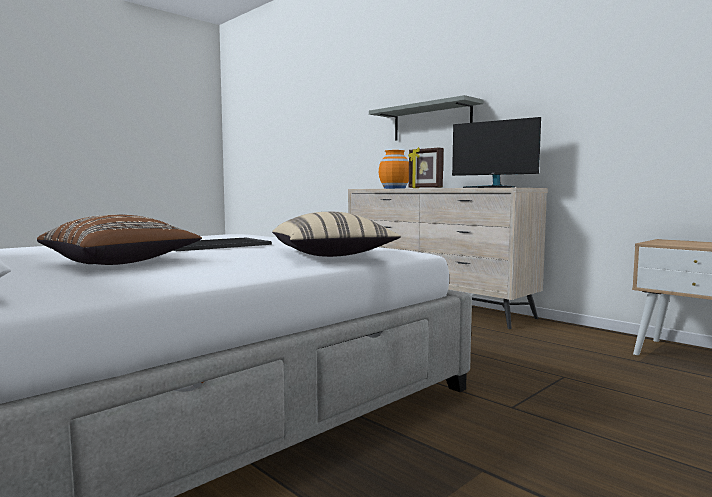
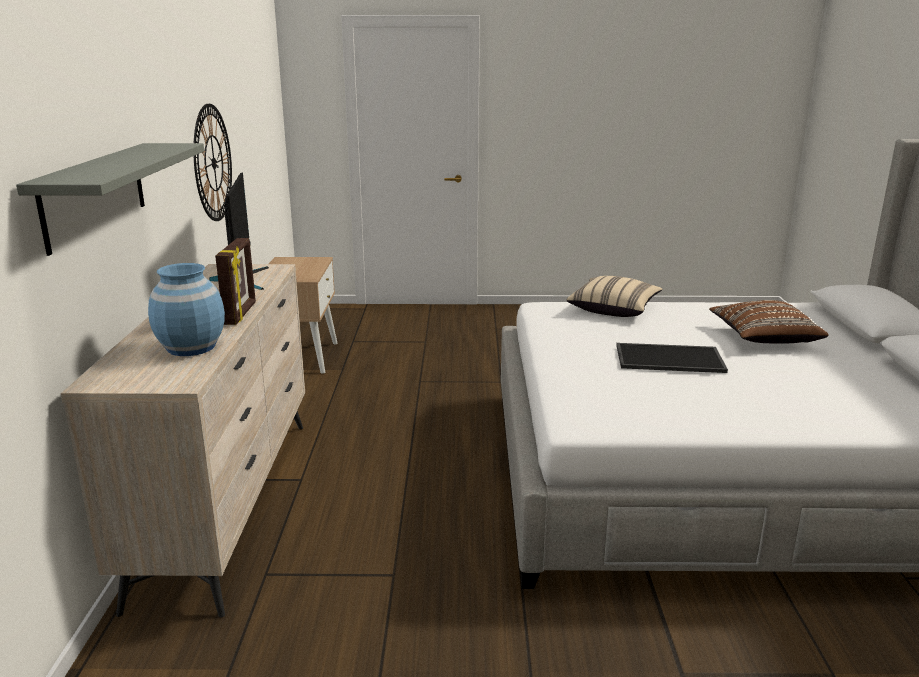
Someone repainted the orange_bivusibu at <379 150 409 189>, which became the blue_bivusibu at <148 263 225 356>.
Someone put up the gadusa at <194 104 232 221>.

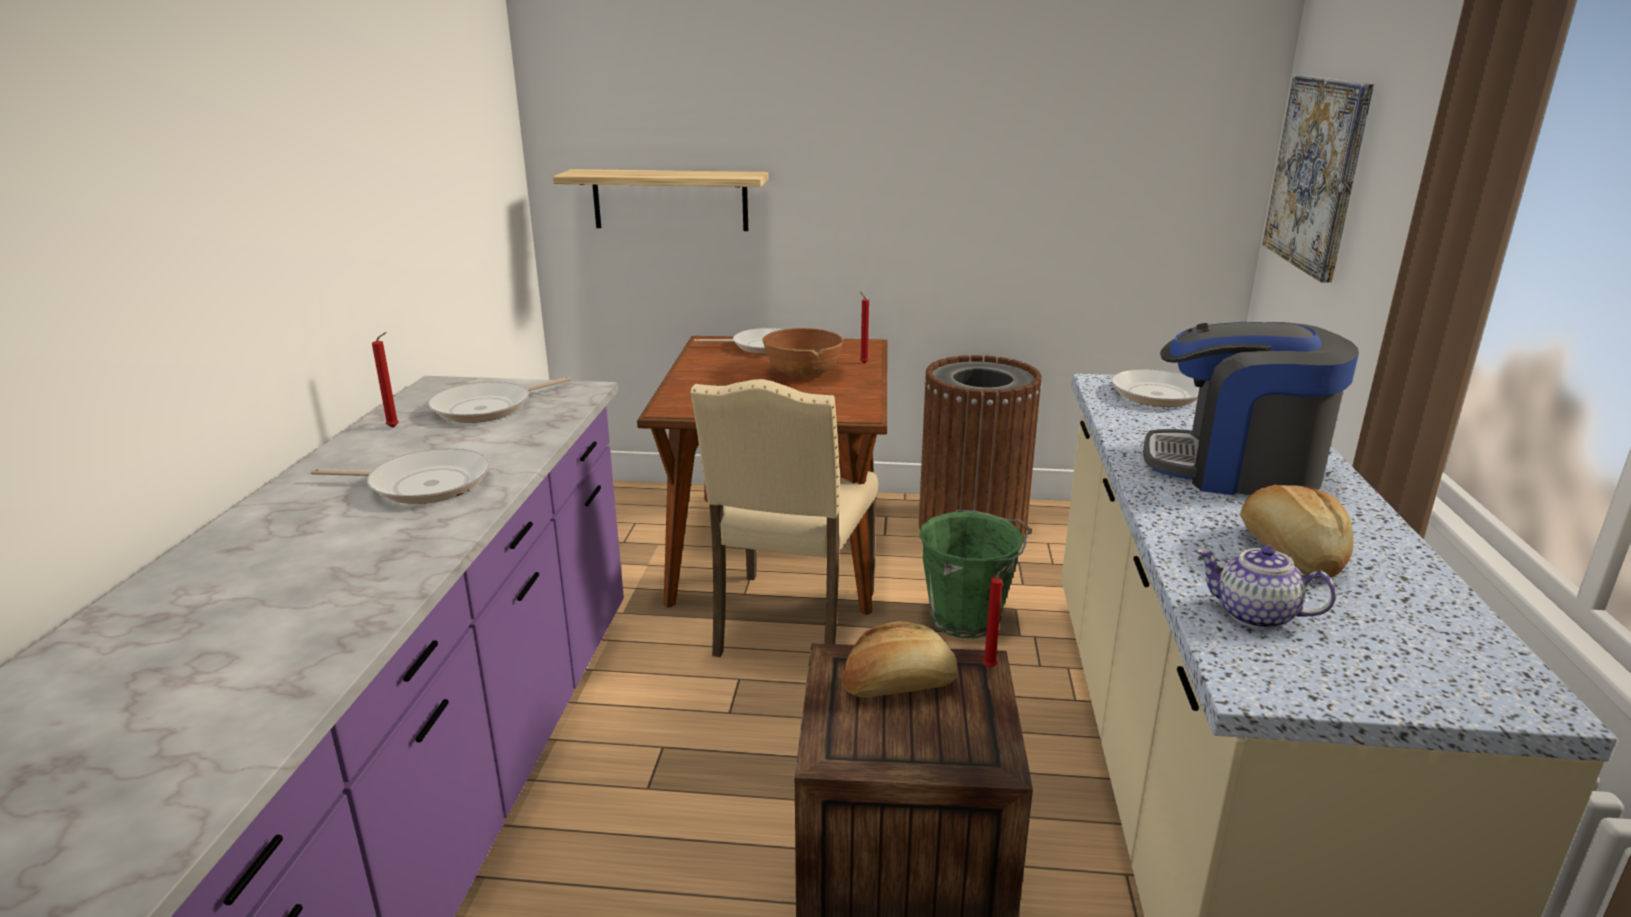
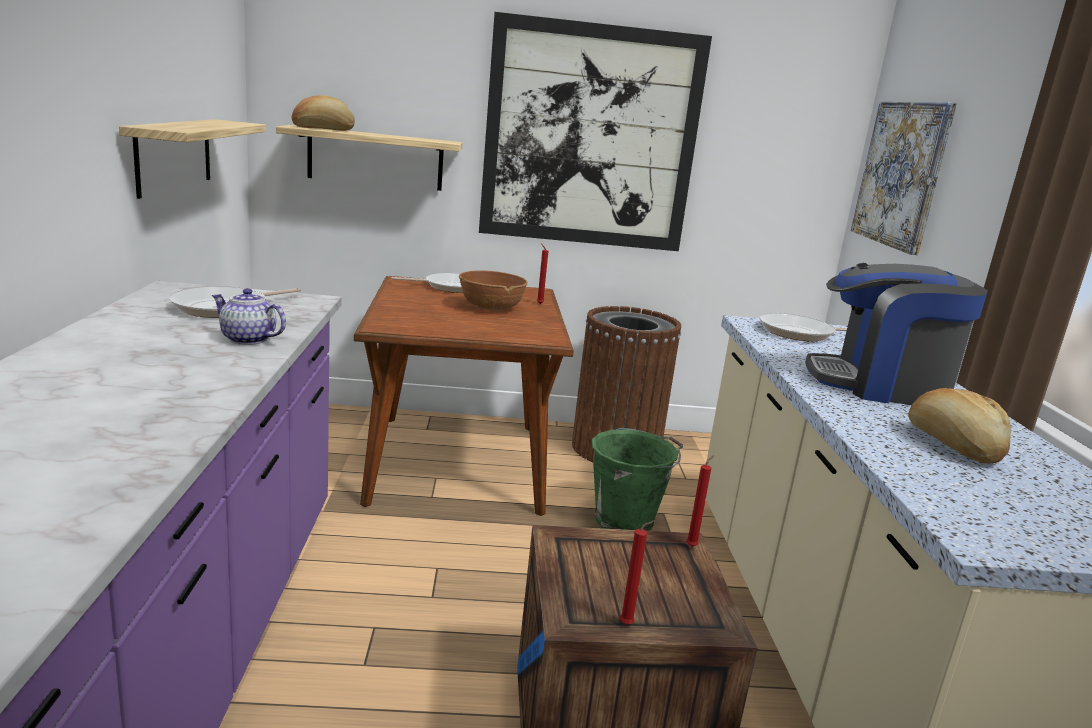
Someone put up the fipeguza at <119 119 266 199>.
Someone carried the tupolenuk from <1196 545 1336 629> to <212 288 286 345>.
Someone carried the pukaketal from <842 621 957 697> to <292 95 355 131>.
Someone put up the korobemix at <479 12 712 251>.
Someone carried the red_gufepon from <372 332 399 428> to <620 520 655 625>.
Someone took away the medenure at <310 448 490 504>.
Someone took away the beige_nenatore at <690 379 878 657>.

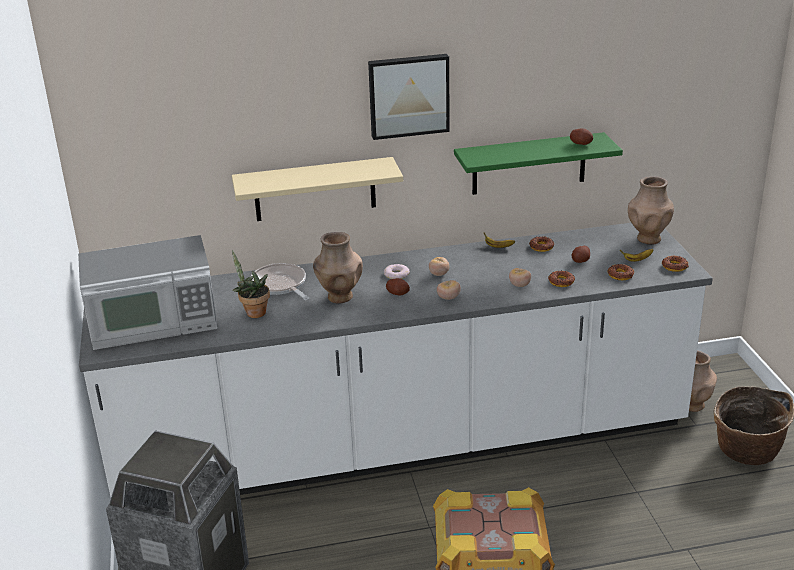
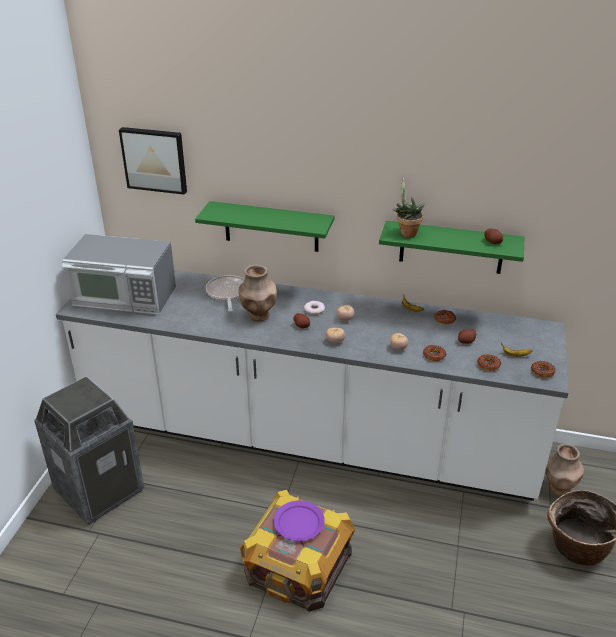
Someone carried the korobemix from <368 54 450 140> to <119 127 187 195>.
Someone repainted the beige_fipeguza at <232 157 403 221>, which became the green_fipeguza at <195 201 334 252>.
Someone put down the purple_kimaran at <273 500 325 541>.
Someone carried the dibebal from <232 250 270 318> to <392 178 425 237>.
Someone took away the brown_bivusibu at <628 176 674 245>.

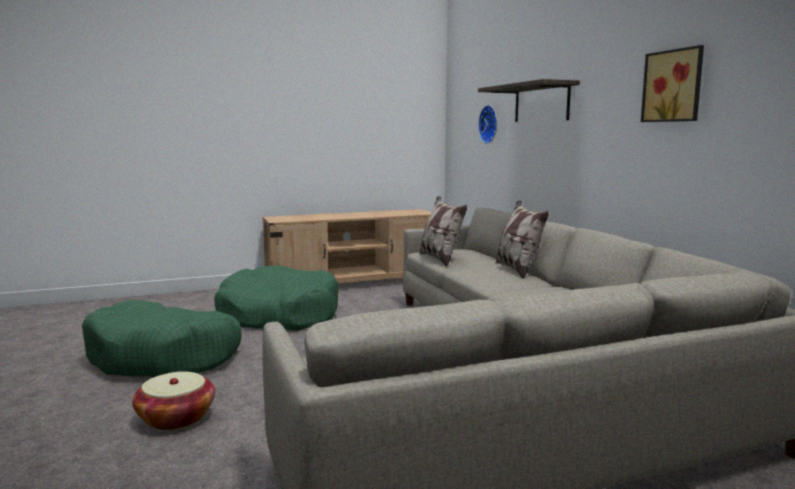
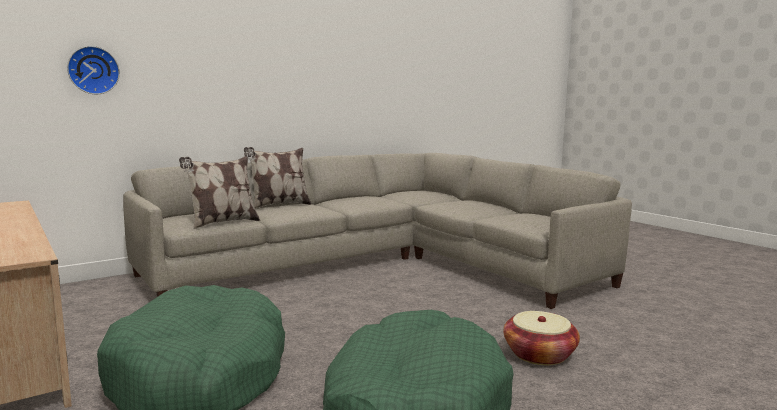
Someone took away the fipeguza at <478 79 580 122>.
Someone took away the korobemix at <641 45 704 122>.

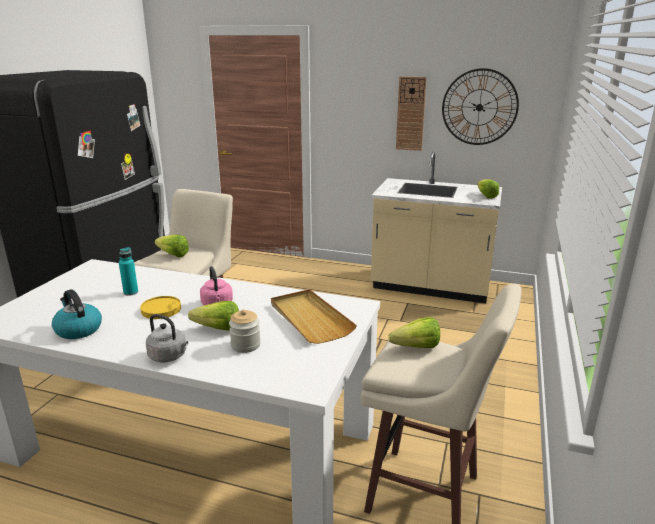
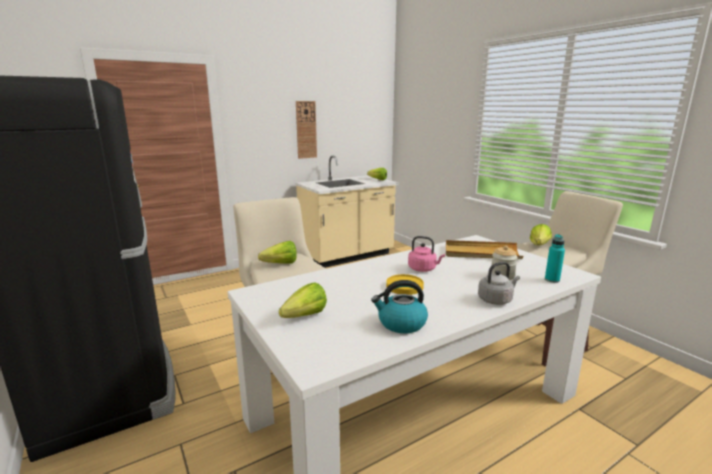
Someone carried the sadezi from <188 301 239 331> to <279 282 327 318>.
Someone carried the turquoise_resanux from <119 247 138 296> to <545 234 565 283>.
Someone took away the gadusa at <442 68 519 145>.

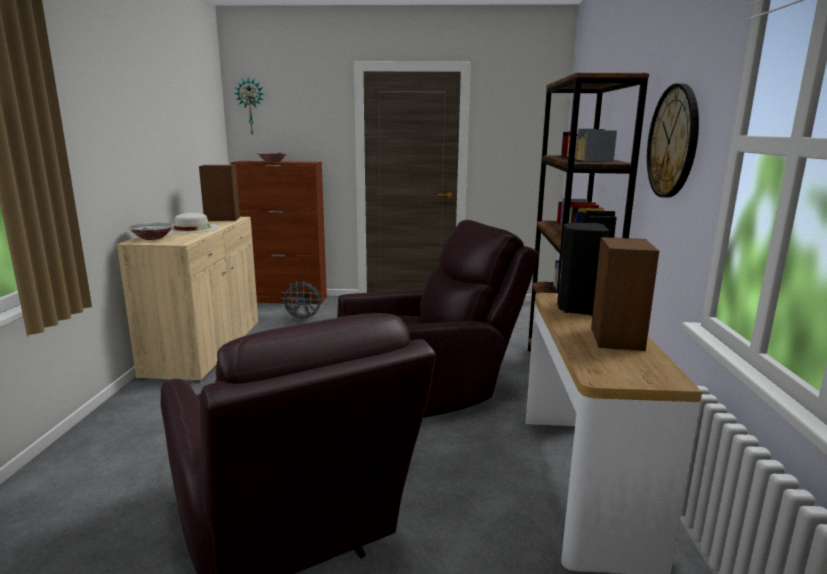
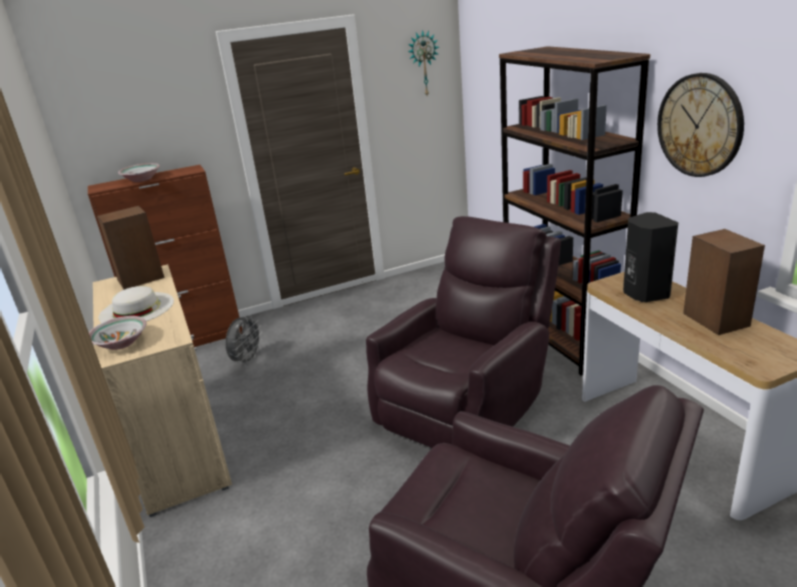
Someone rotated the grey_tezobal at <280 281 322 321> by 45 degrees counterclockwise.
Someone carried the gadusa from <234 77 264 135> to <408 30 439 95>.

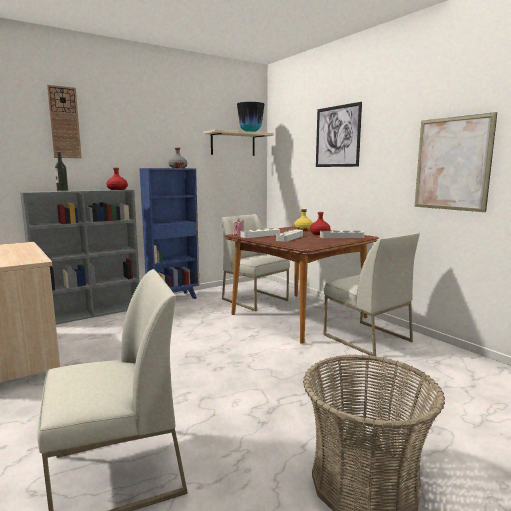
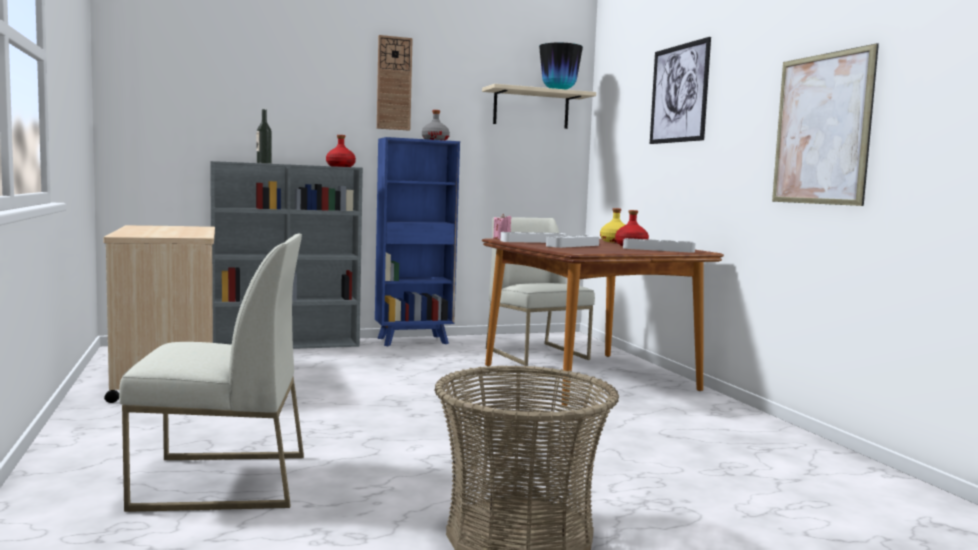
Someone carried the gadusa from <47 85 82 158> to <377 35 413 131>.
Someone took away the white_nenatore at <323 233 420 356>.

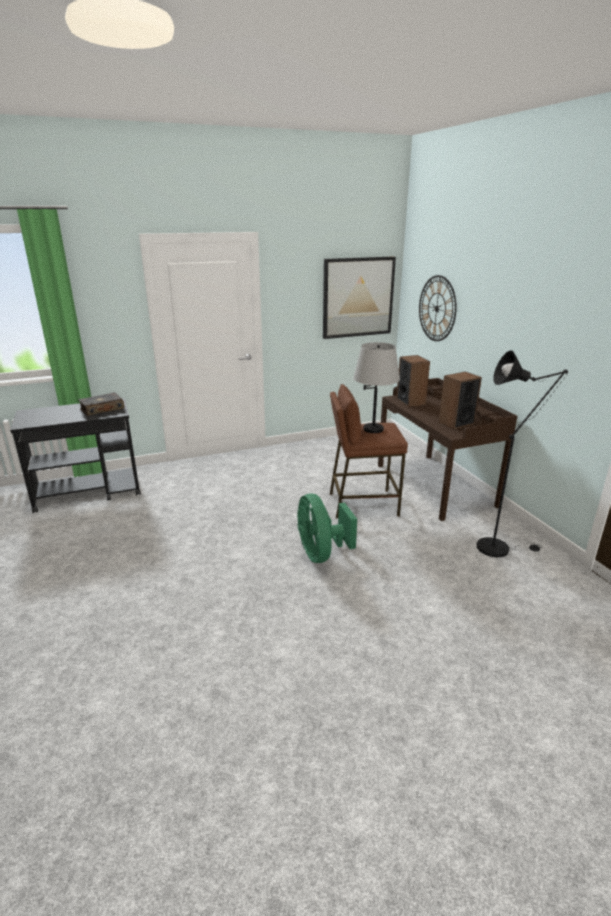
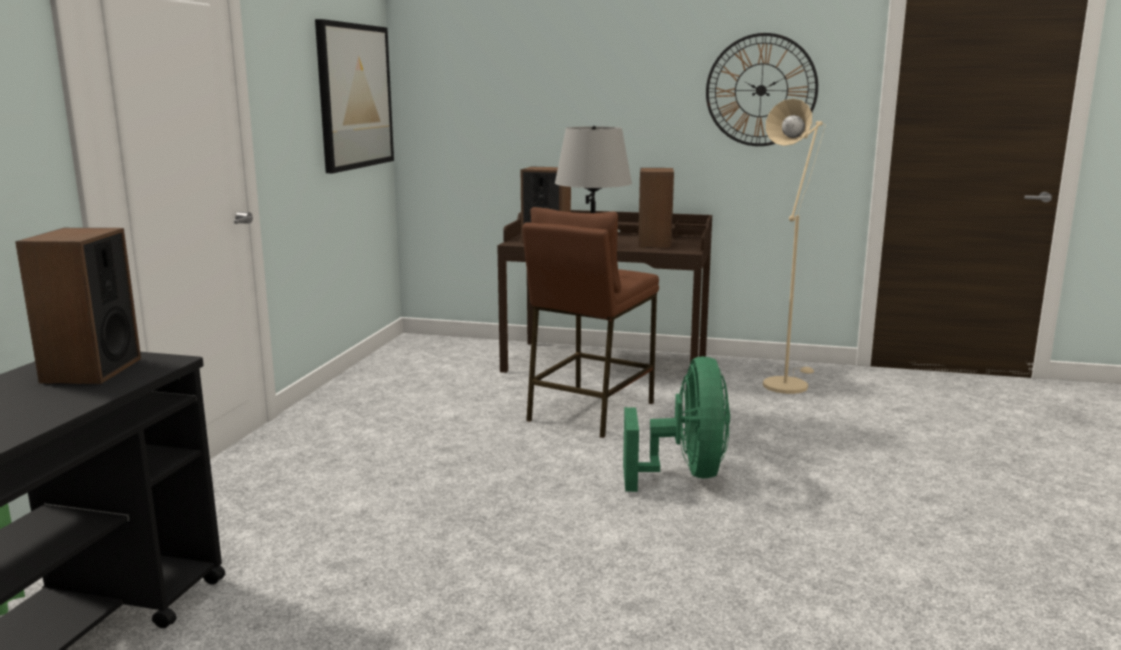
Someone swapped the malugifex at <78 392 124 416> for the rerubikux at <15 228 141 384>.
Someone rotated the green_tezobal at <297 494 357 563> by 105 degrees counterclockwise.
Someone carried the gadusa from <419 275 457 341> to <706 33 818 146>.
Someone repainted the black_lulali at <476 351 568 557>, which became the beige_lulali at <763 98 825 394>.

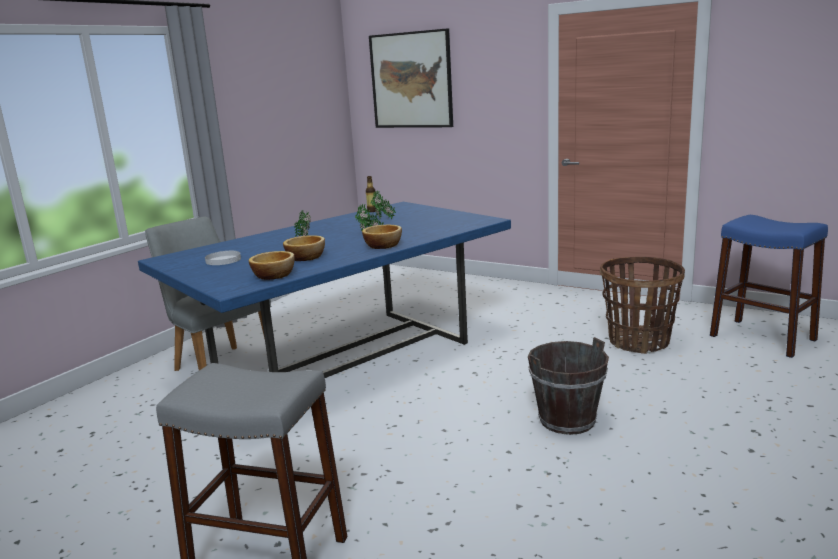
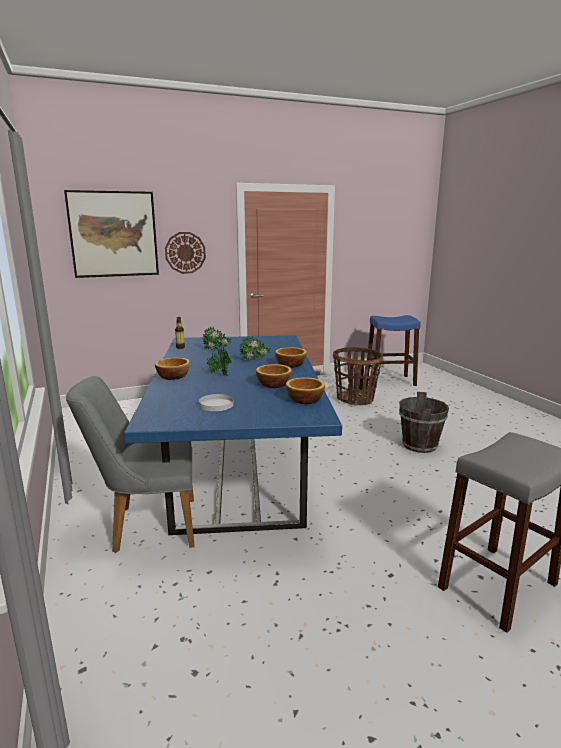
Someone put down the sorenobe at <155 358 190 380>.
Someone put up the gadusa at <165 232 206 274>.

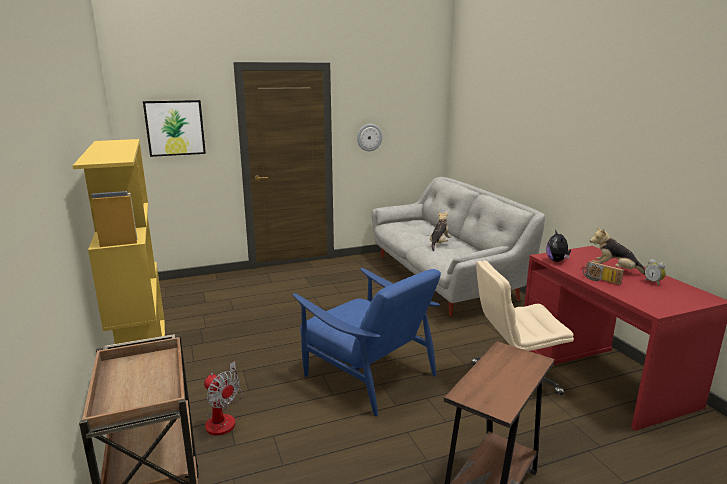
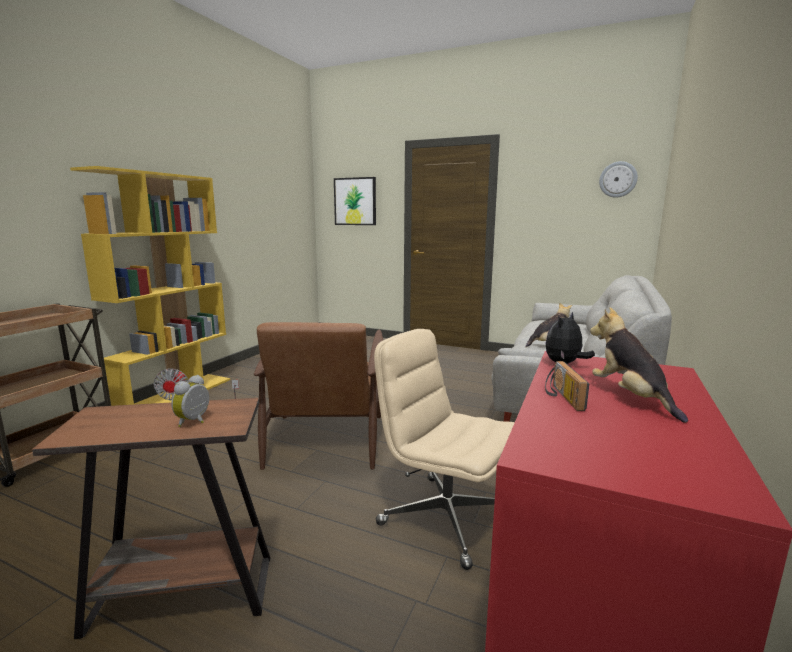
Someone carried the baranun from <644 259 666 286> to <171 375 209 427>.
Someone repainted the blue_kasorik at <293 268 441 416>, which became the brown_kasorik at <254 322 383 470>.
Someone carried the gadusa from <357 124 382 151> to <599 161 638 198>.

